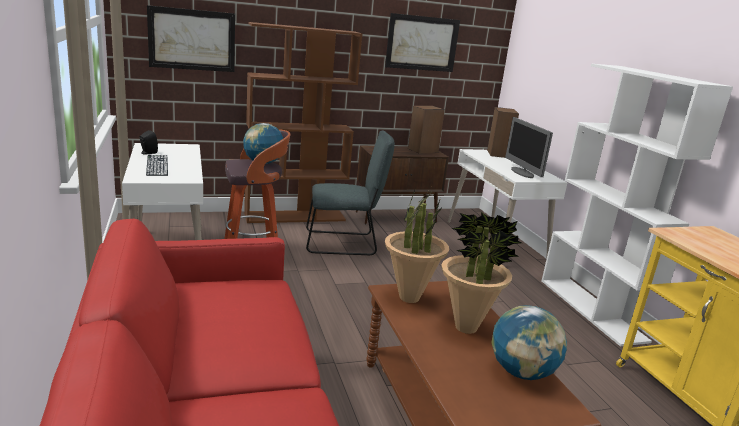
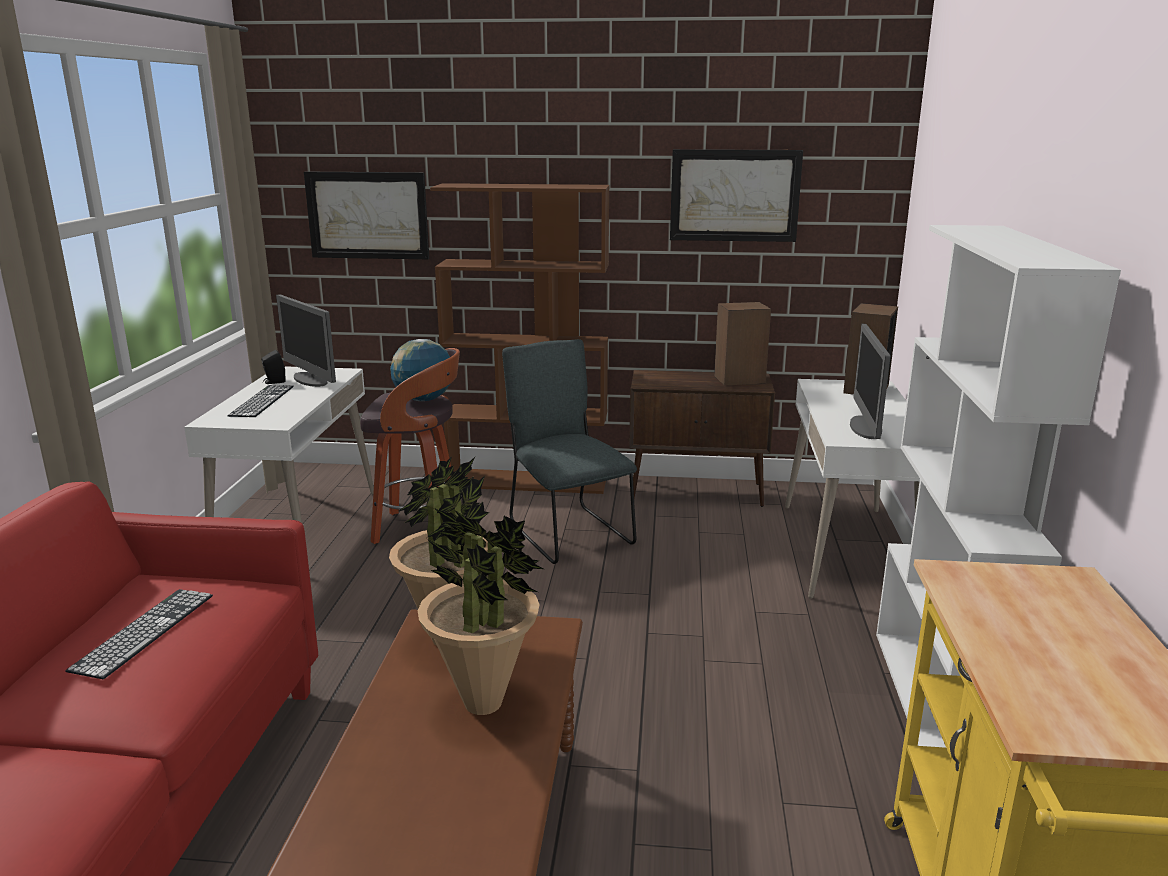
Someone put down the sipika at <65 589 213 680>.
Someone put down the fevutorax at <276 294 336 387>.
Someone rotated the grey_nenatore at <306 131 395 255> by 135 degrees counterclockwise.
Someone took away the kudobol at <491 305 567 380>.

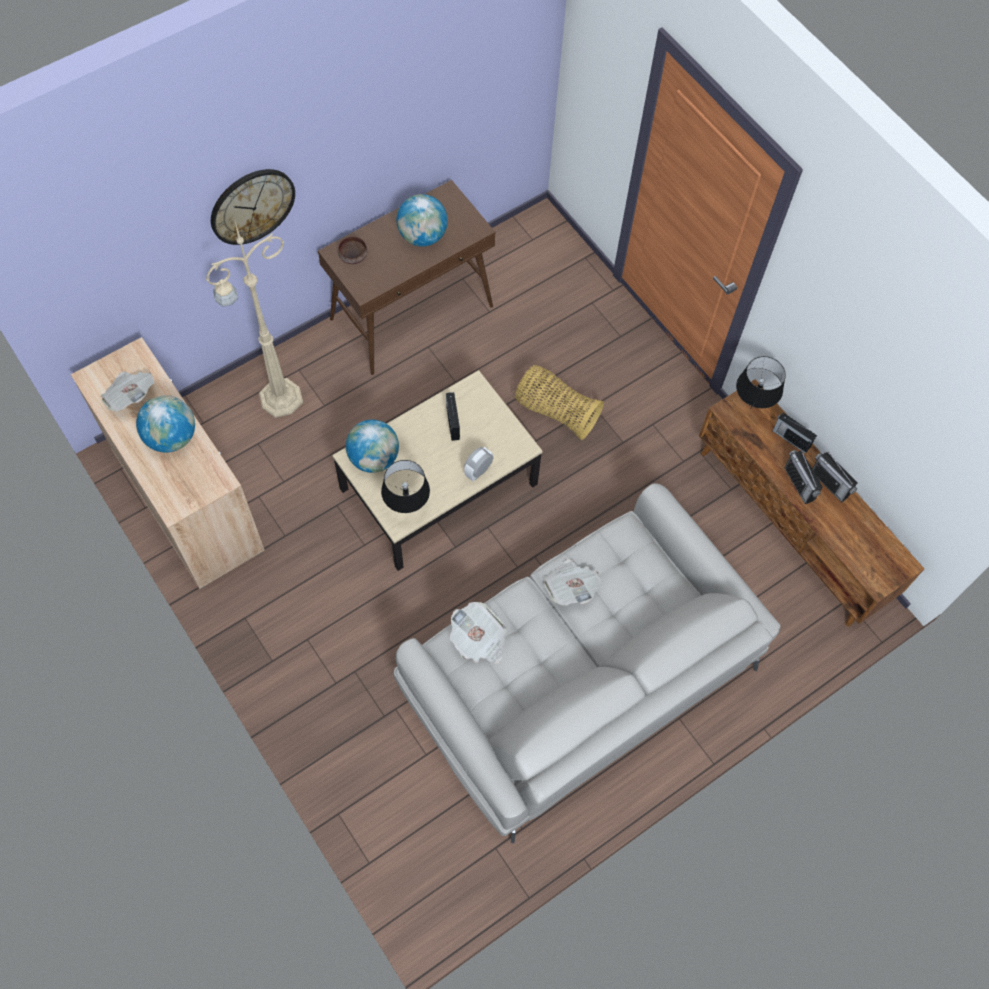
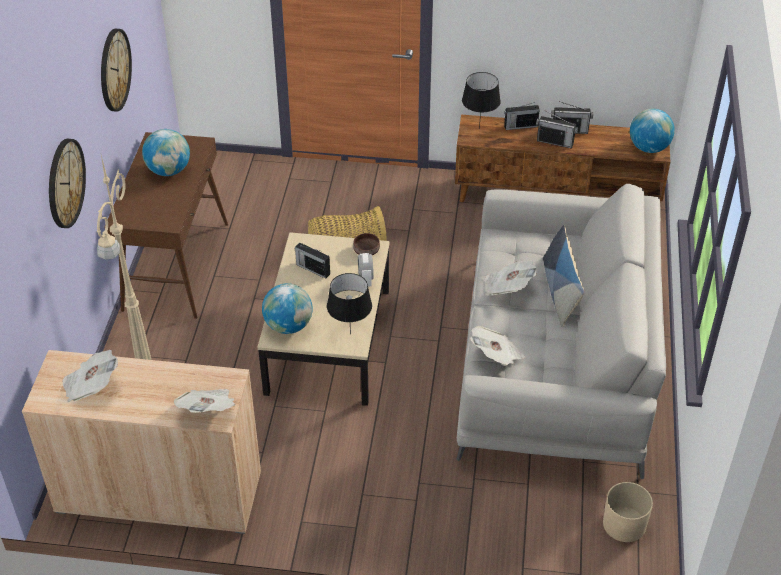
Someone put up the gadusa at <101 29 132 112>.
Someone put down the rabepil at <174 389 235 413>.
Someone carried the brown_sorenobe from <338 236 367 264> to <353 233 380 255>.
Someone put down the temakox at <543 225 584 327>.
Someone put down the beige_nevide at <603 482 653 542>.
Someone carried the kudobol from <136 395 195 453> to <630 109 675 153>.

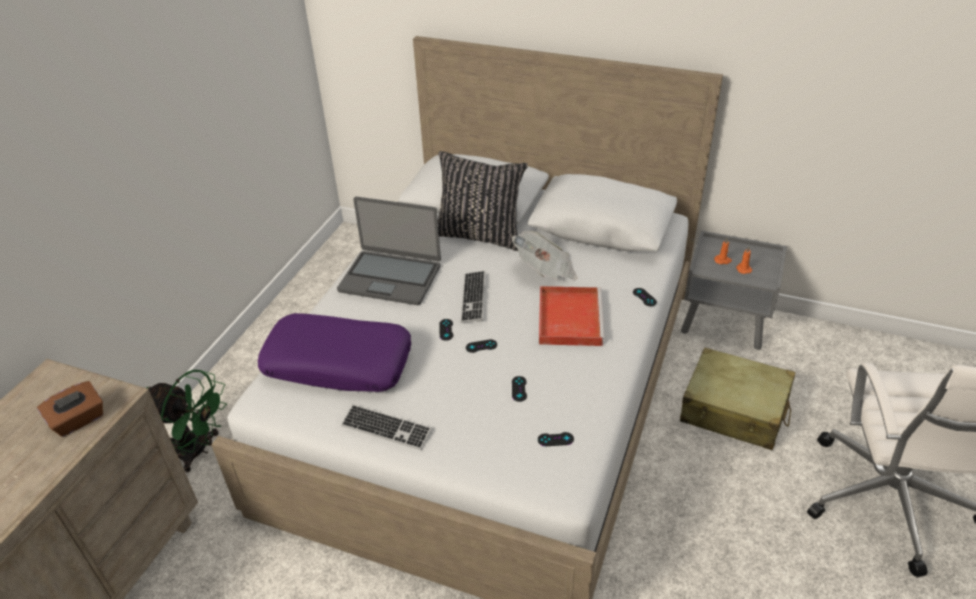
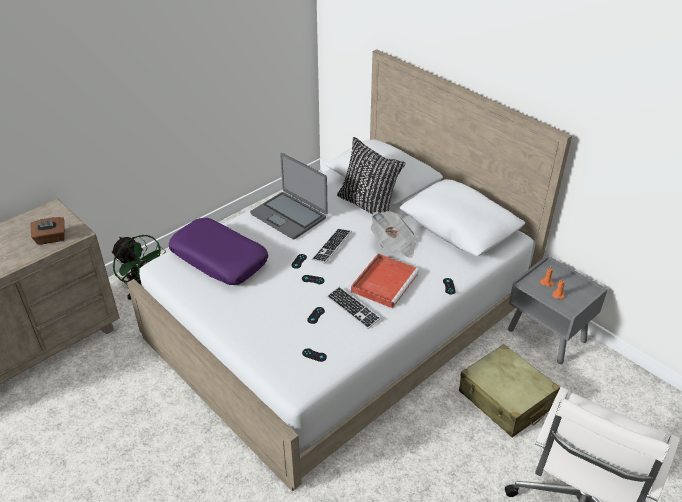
Someone carried the sipika from <341 404 432 450> to <327 286 381 329>.

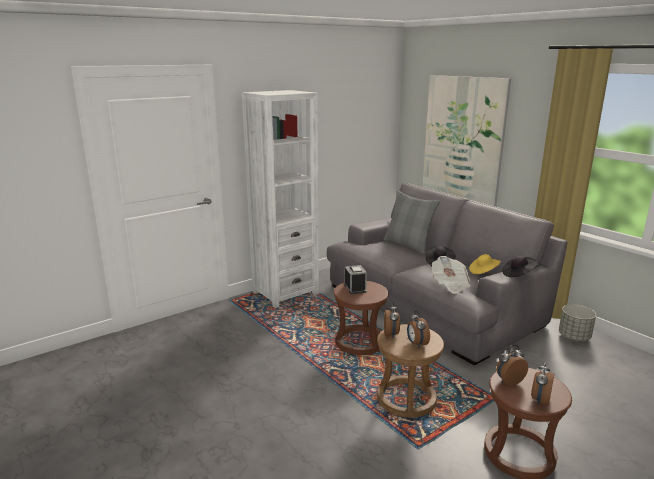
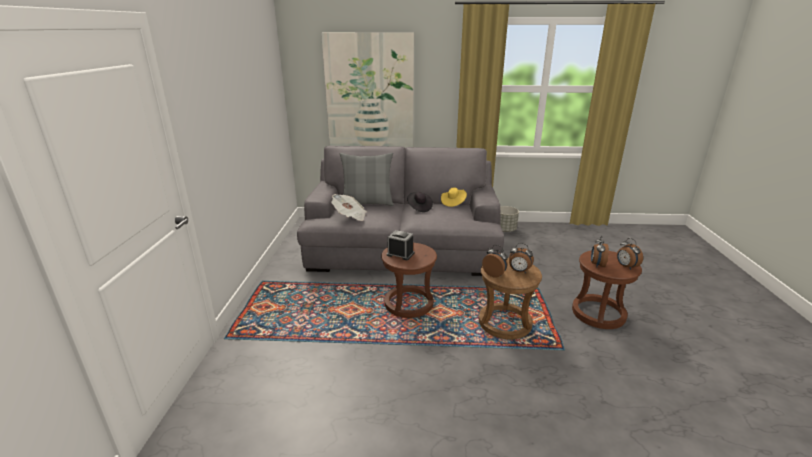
Someone carried the rabepil from <432 256 471 294> to <331 194 367 221>.
Someone took away the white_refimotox at <242 90 319 308>.
Someone took away the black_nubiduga at <502 255 538 277>.

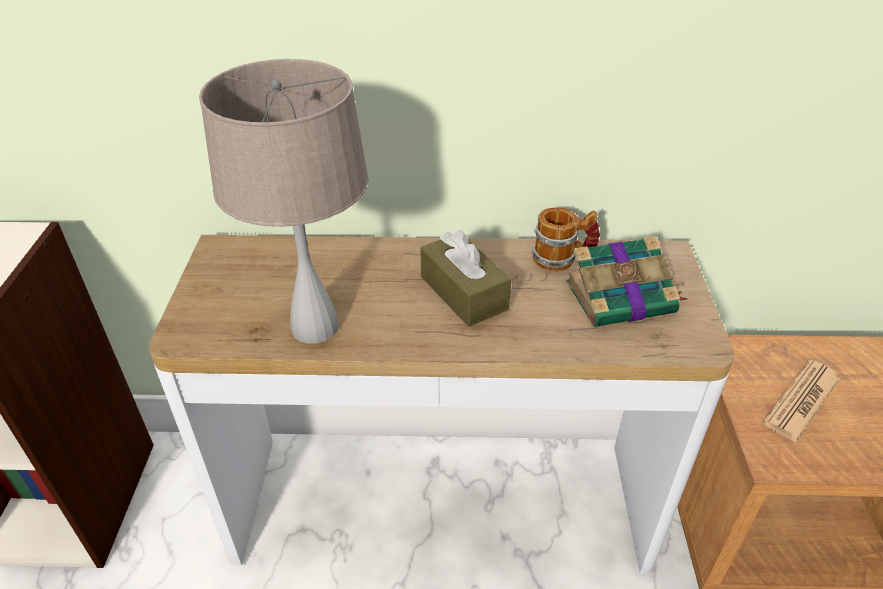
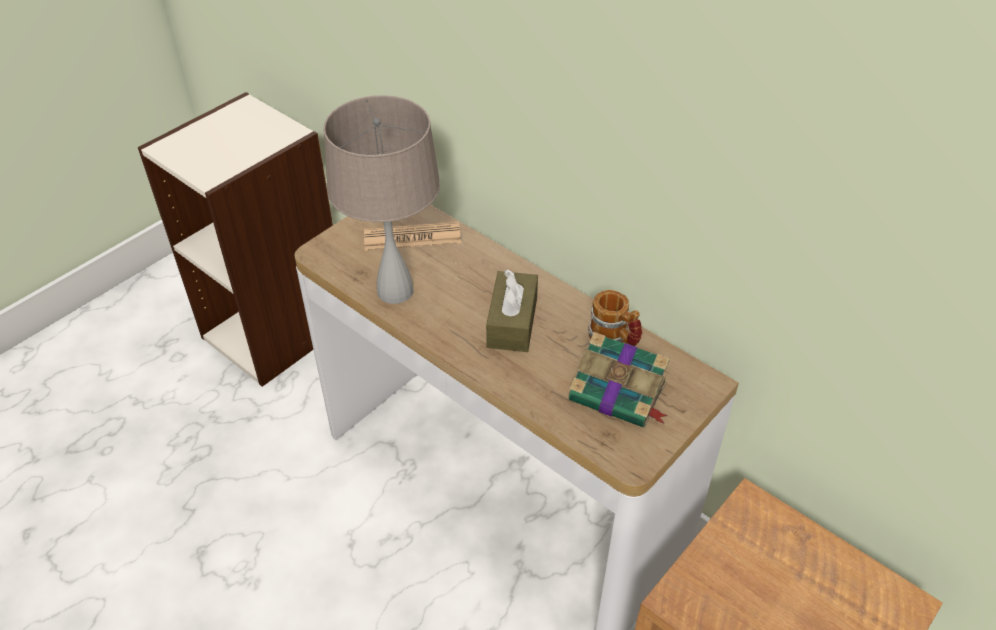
Someone carried the rabepil from <762 360 839 443> to <364 222 461 251>.

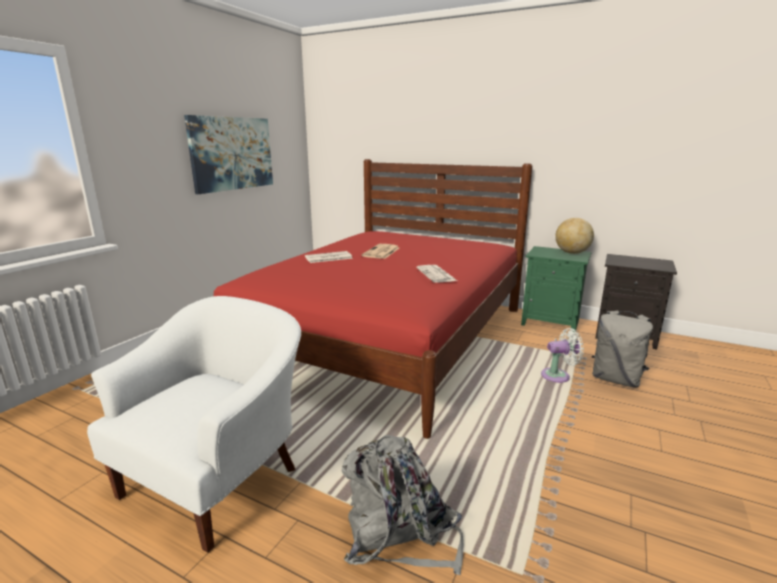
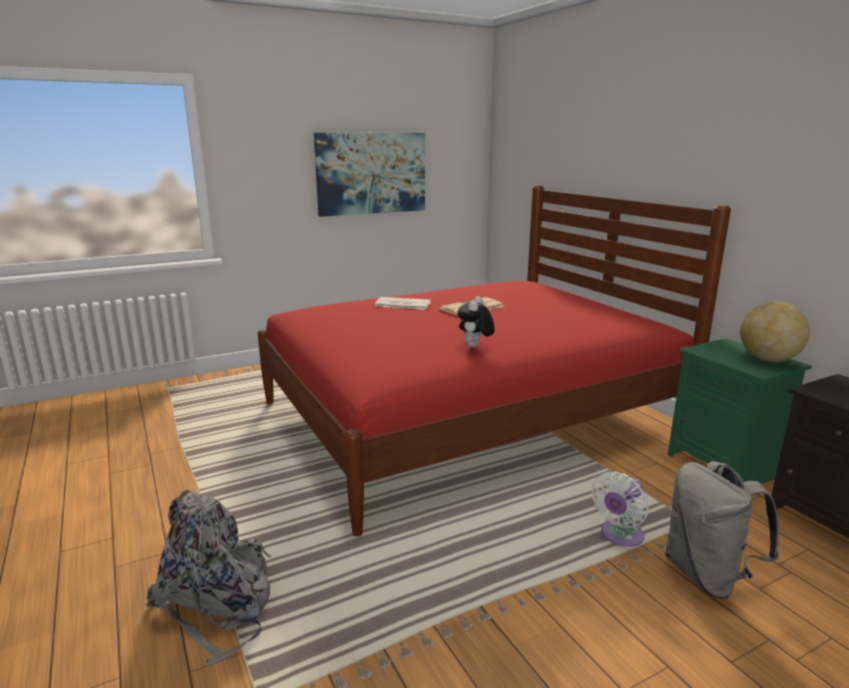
Someone swapped the rabepil at <416 265 457 283> for the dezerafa at <457 296 495 347>.
Someone rotated the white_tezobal at <541 328 584 383> by 105 degrees clockwise.
Someone took away the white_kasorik at <87 296 301 553>.

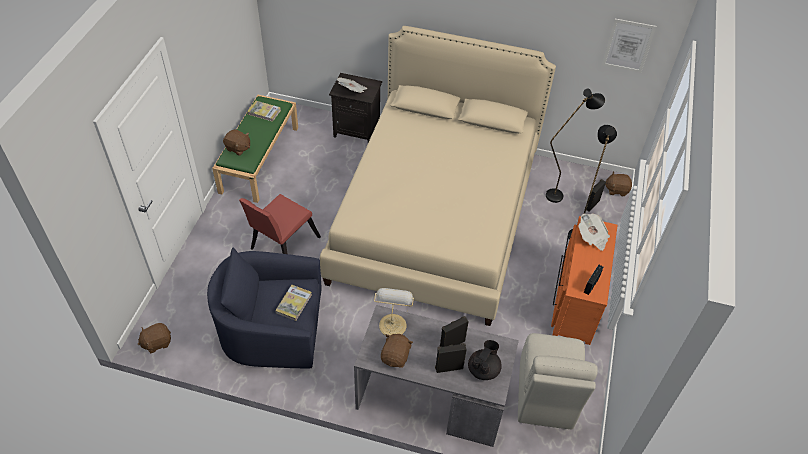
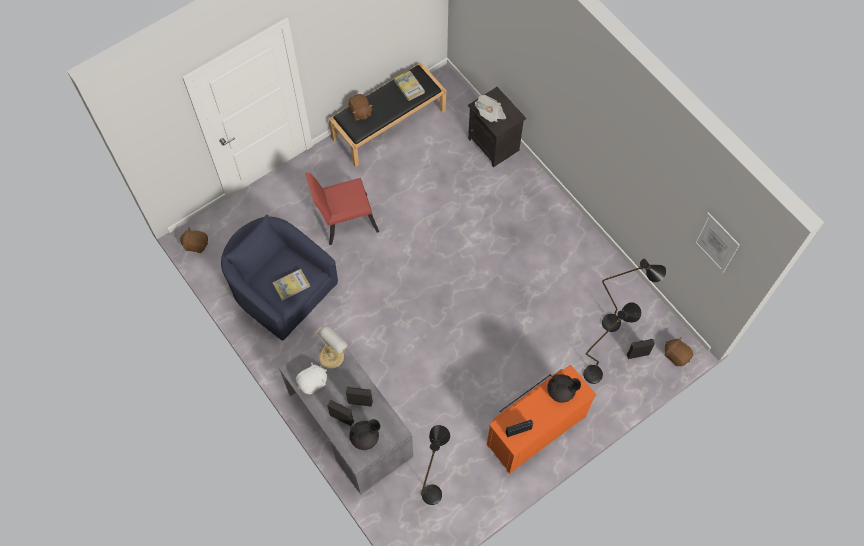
Someone repainted the brown_dezerafa at <381 334 413 368>, which became the white_dezerafa at <296 362 327 394>.
Someone repainted the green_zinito at <212 95 298 203>, which became the black_zinito at <329 63 446 167>.
Someone swapped the beige_nenatore at <518 333 598 430> for the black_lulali at <421 425 451 505>.
Someone swapped the rabepil at <578 213 610 251> for the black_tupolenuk at <547 374 581 403>.
Someone took away the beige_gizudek at <320 26 556 326>.

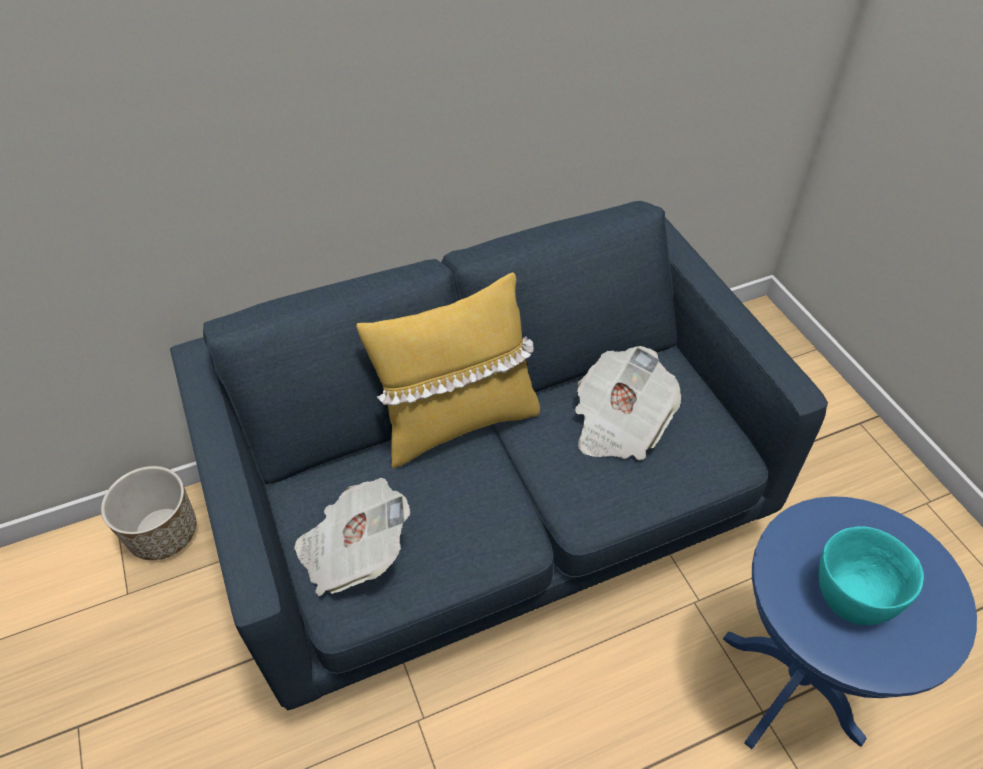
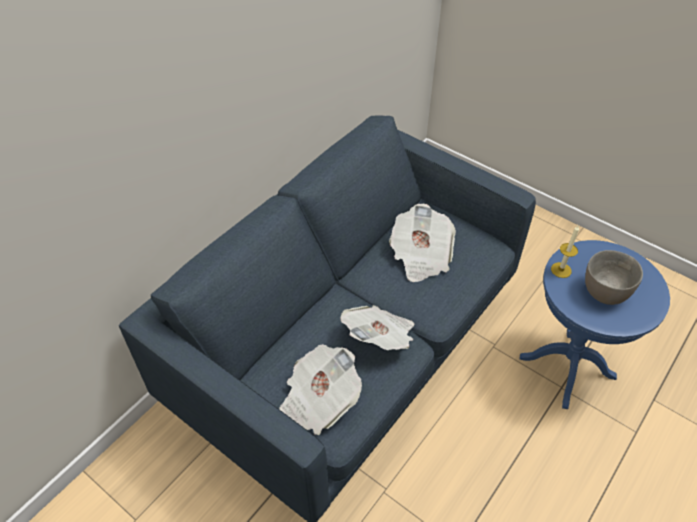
Someone put down the rabepil at <341 305 414 350>.
Someone put down the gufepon at <551 226 579 278>.
Someone repainted the turquoise_sorenobe at <819 526 924 625>, which became the grey_sorenobe at <585 250 643 305>.
Someone took away the nevide at <101 466 196 560>.
Someone took away the yellow_temakox at <356 273 540 469>.

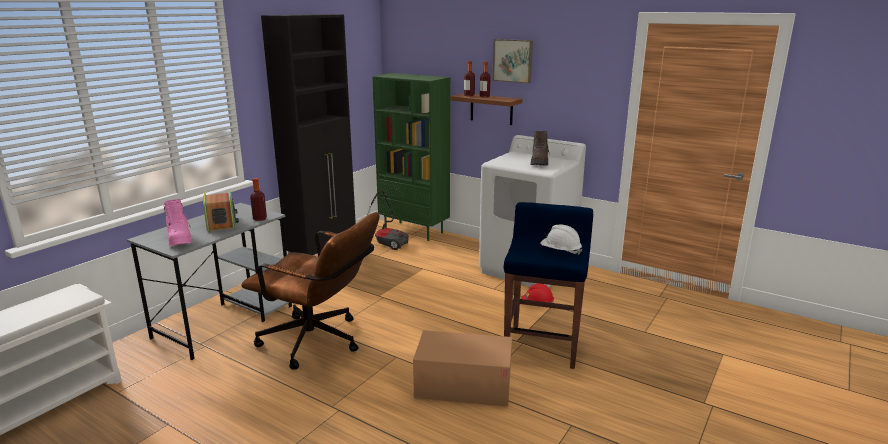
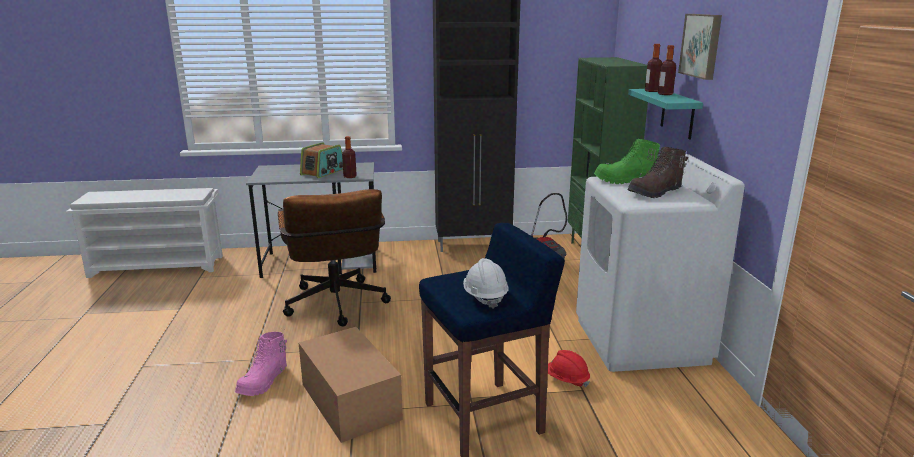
Someone carried the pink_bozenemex from <164 199 193 247> to <235 332 287 396>.
Someone put down the green_bozenemex at <594 139 660 184>.
Someone repainted the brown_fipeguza at <450 93 522 125>, which became the turquoise_fipeguza at <628 89 703 139>.

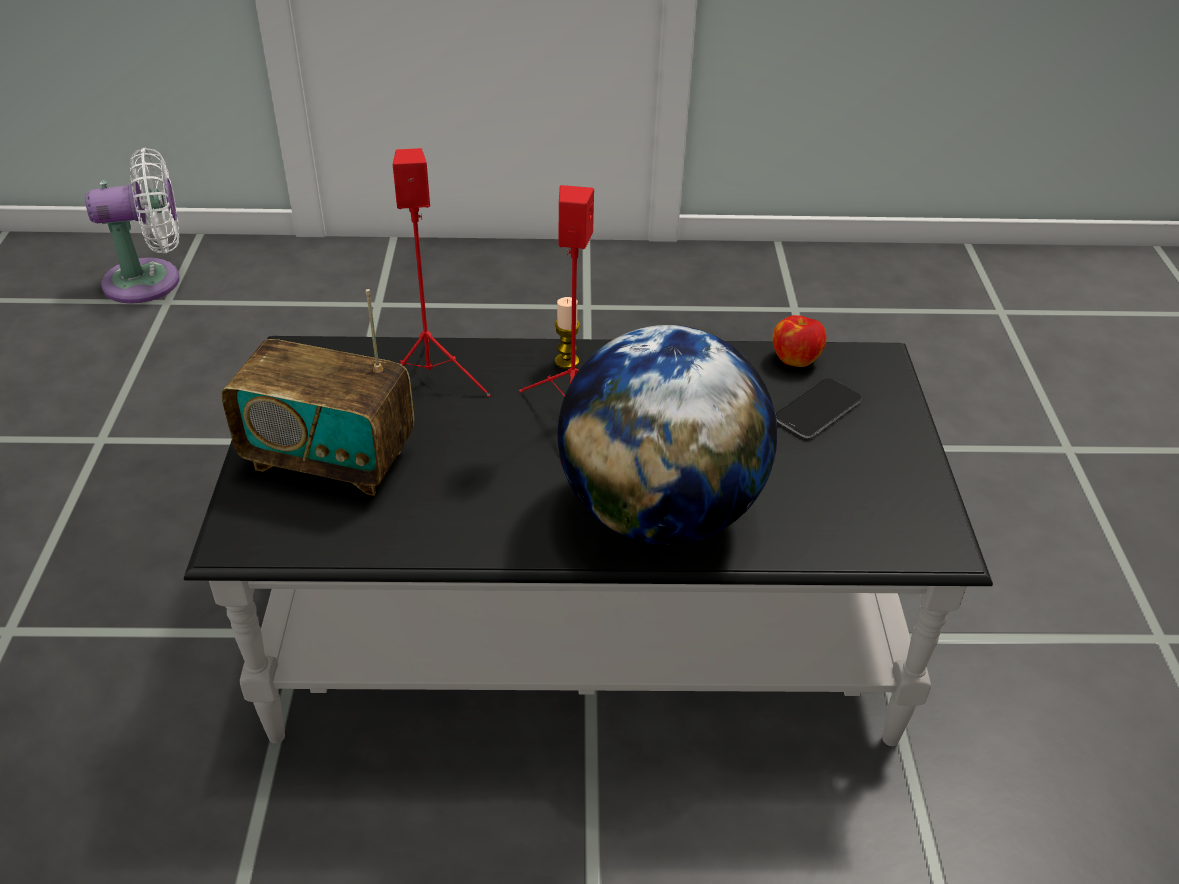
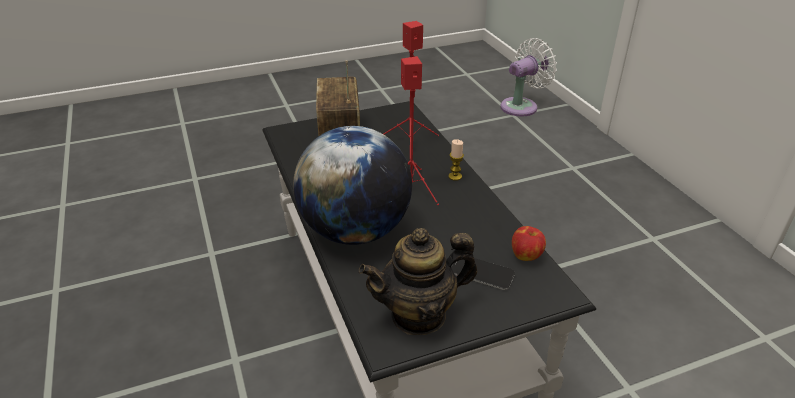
Someone put down the tupolenuk at <359 228 477 335>.
Someone rotated the white_tezobal at <85 148 179 303> by 90 degrees counterclockwise.

